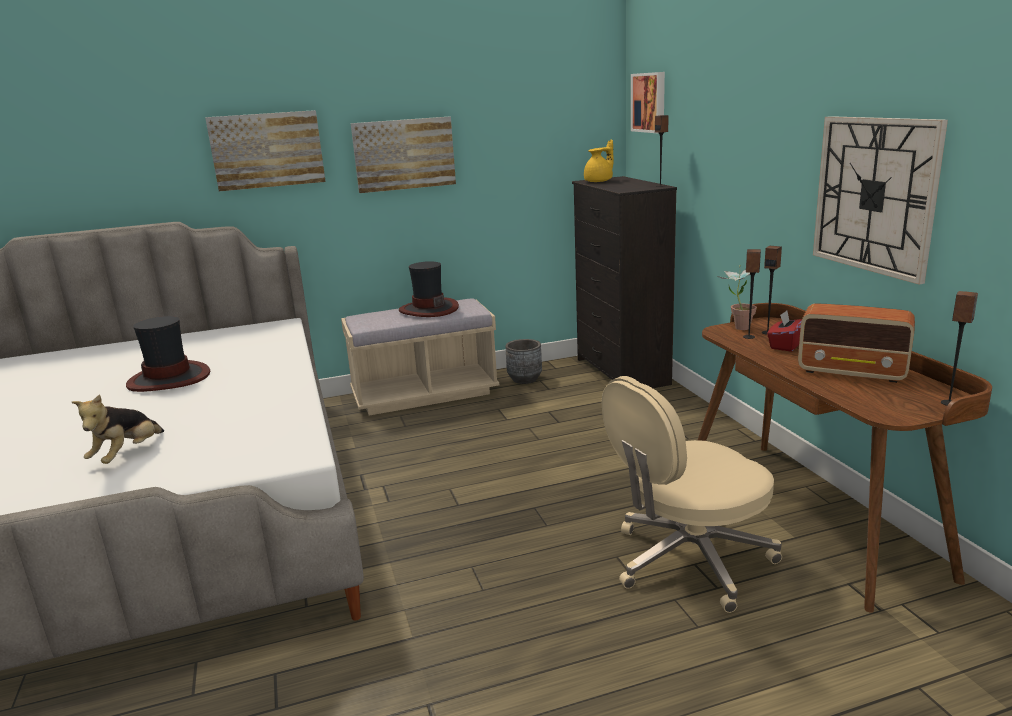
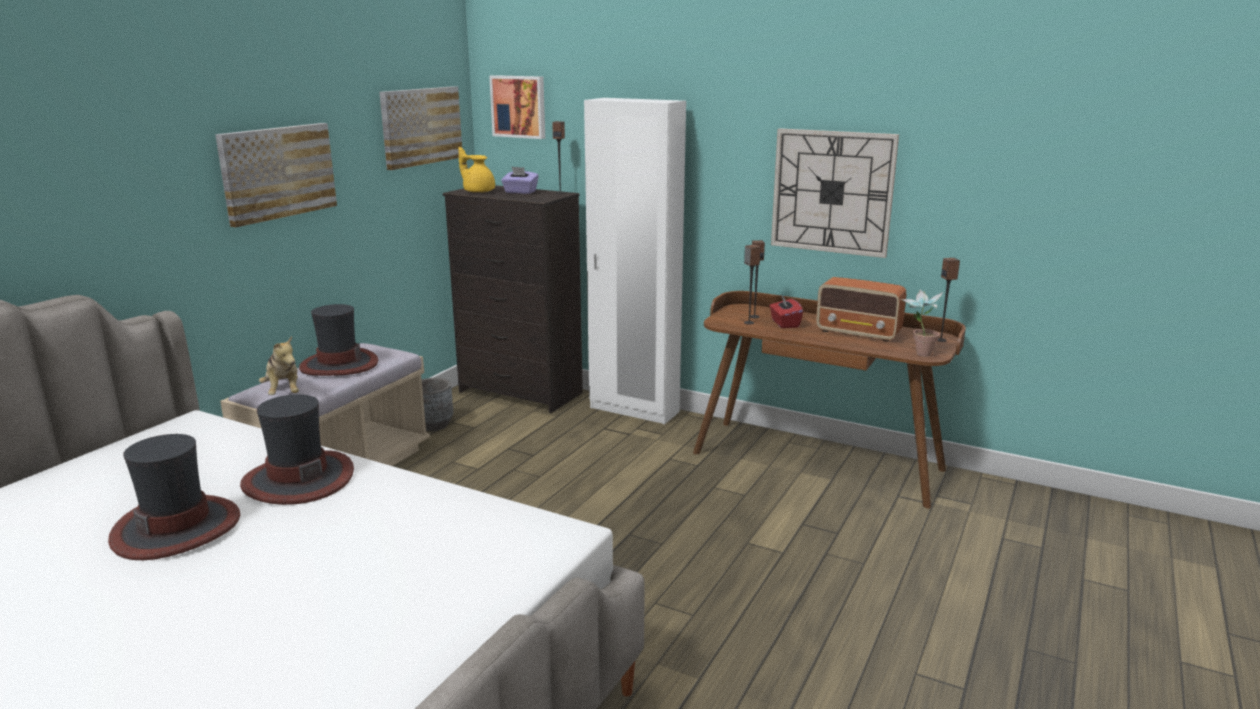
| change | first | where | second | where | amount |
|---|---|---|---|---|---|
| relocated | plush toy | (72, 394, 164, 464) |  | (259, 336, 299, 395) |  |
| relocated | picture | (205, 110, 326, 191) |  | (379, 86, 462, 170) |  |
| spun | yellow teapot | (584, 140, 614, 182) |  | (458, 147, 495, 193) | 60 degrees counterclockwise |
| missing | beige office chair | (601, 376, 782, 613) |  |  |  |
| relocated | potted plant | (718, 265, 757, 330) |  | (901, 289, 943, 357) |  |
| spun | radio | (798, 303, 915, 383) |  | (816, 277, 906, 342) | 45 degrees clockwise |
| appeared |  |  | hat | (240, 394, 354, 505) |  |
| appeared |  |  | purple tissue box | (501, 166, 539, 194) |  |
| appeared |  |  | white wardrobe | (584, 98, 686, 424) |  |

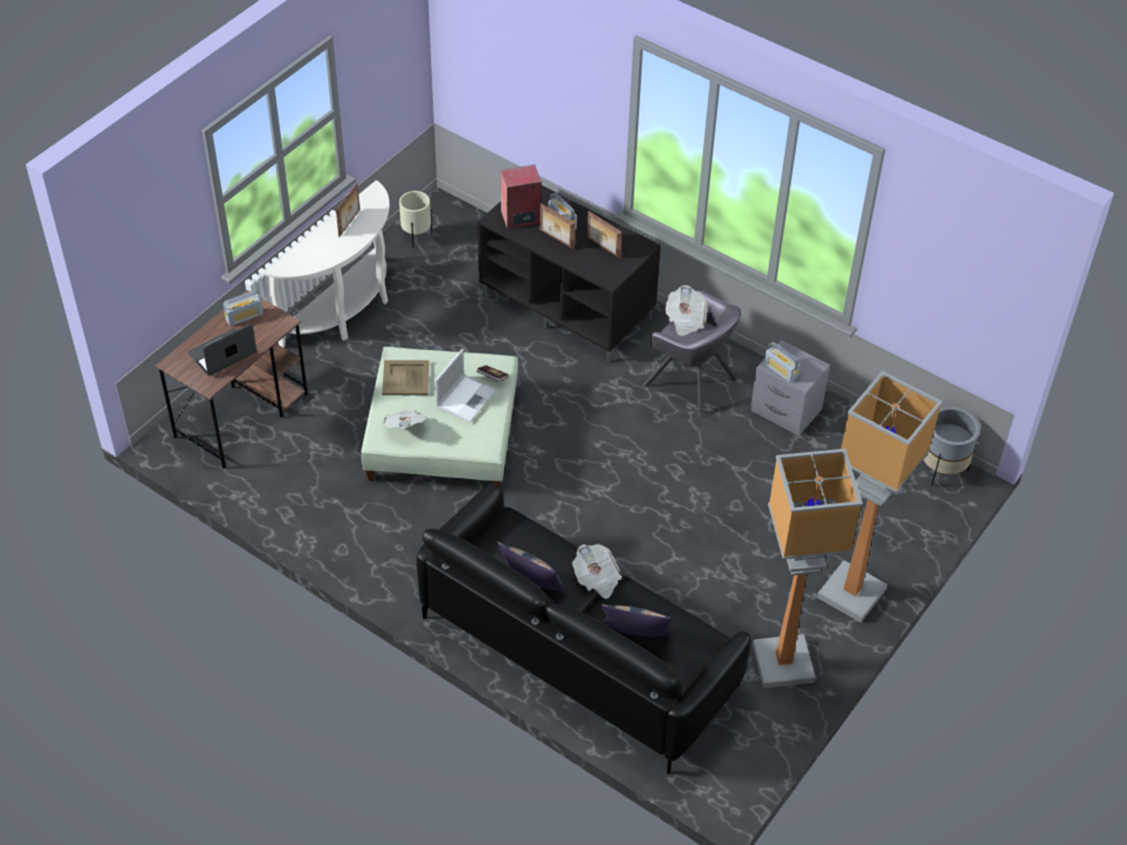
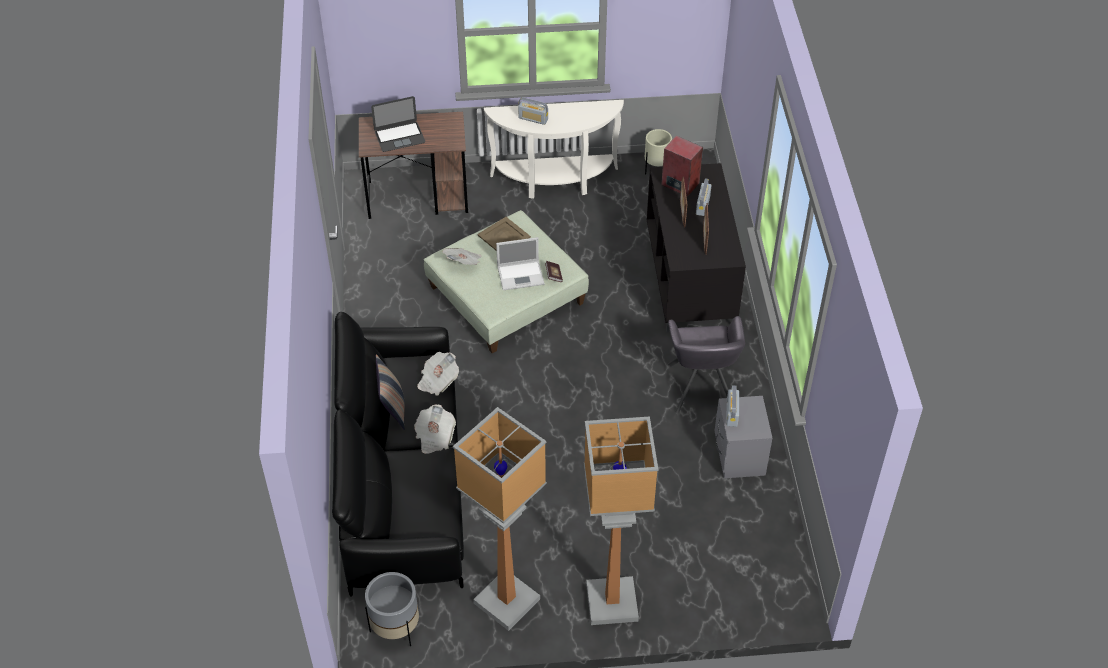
| change | first | where | second | where | amount |
|---|---|---|---|---|---|
| spun | laptop | (188, 323, 257, 376) |  | (371, 96, 425, 152) | 150 degrees clockwise |
| relocated | radio | (224, 291, 263, 326) |  | (518, 97, 548, 125) |  |
| missing | picture frame | (336, 183, 360, 237) |  |  |  |
| missing | pillow | (601, 604, 672, 637) |  |  |  |
| relocated | newspaper | (665, 285, 707, 336) |  | (417, 352, 459, 396) |  |
| relocated | grey planter | (923, 407, 980, 486) |  | (365, 572, 419, 647) |  |

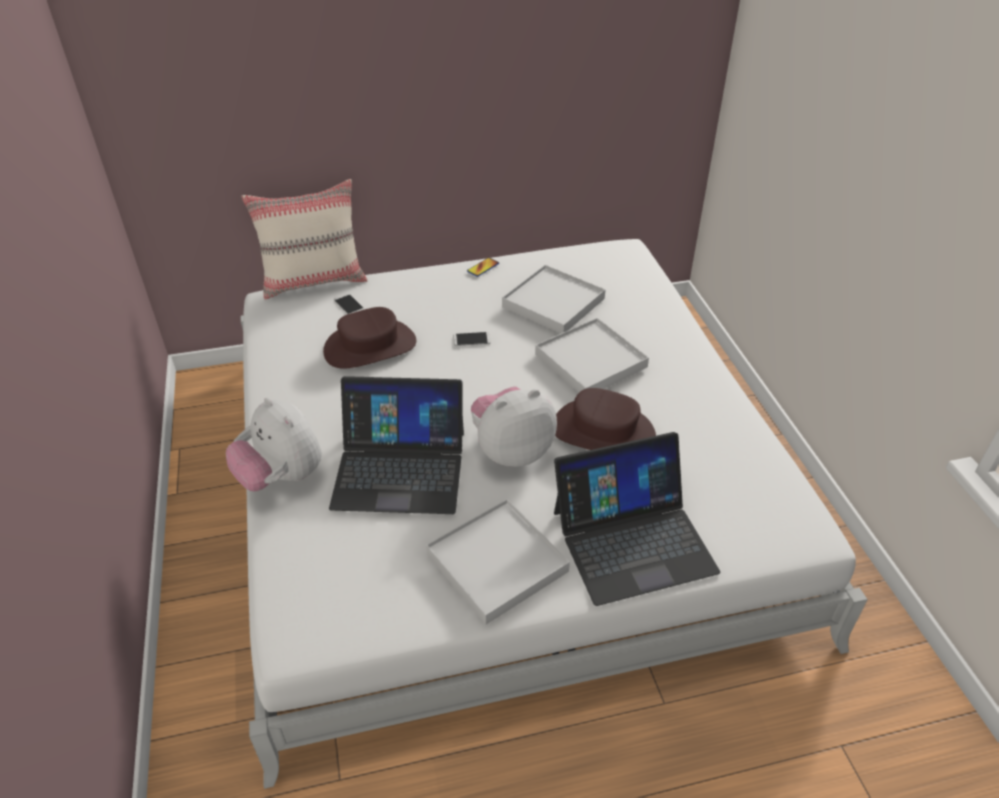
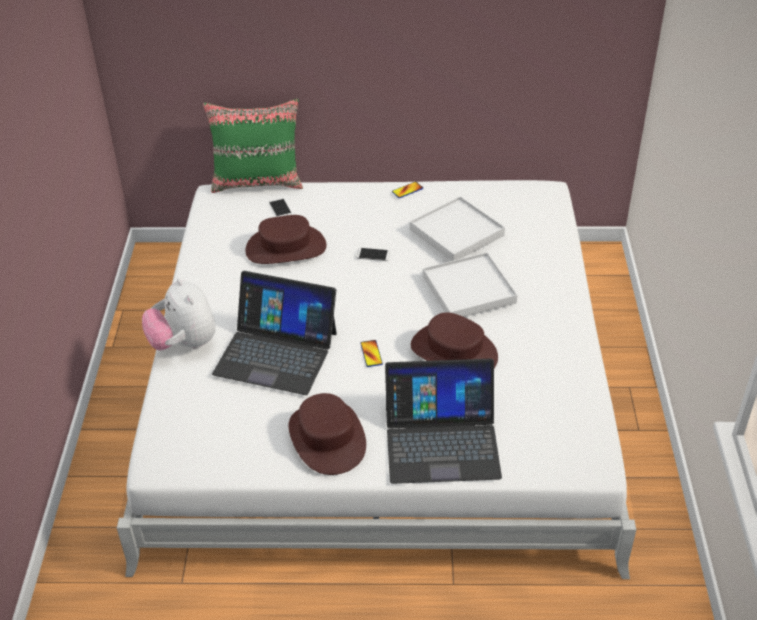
| change | first | where | second | where | amount |
|---|---|---|---|---|---|
| colour | beige pillow | (241, 179, 368, 299) | green pillow | (203, 99, 303, 193) |  |
| exchanged | white tray | (426, 499, 570, 624) | brown hat | (289, 393, 366, 475) |  |
| exchanged | plush toy | (471, 386, 557, 467) | phone | (360, 340, 383, 367) |  |

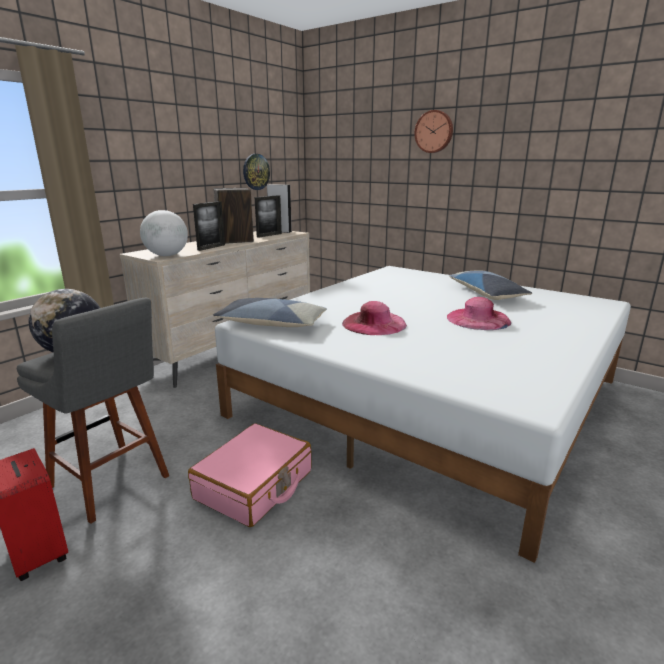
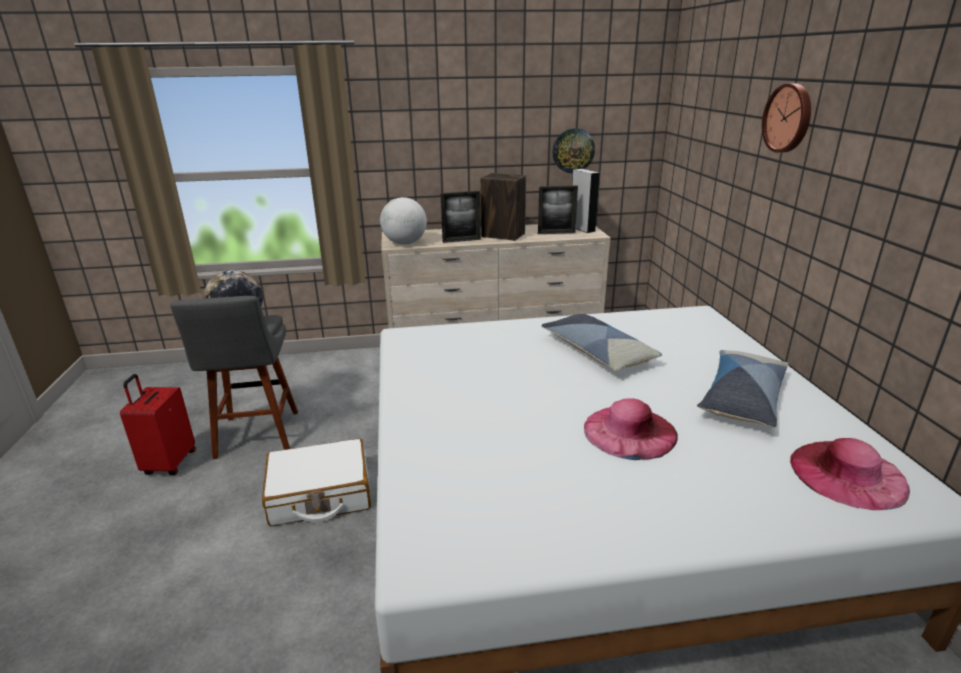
| change | first | where | second | where | amount |
|---|---|---|---|---|---|
| colour | pink suitcase | (188, 423, 312, 527) | white suitcase | (262, 438, 371, 526) |  |
| relocated | pillow | (213, 298, 327, 327) |  | (542, 314, 662, 371) |  |
| relocated | pink hat | (342, 301, 407, 335) |  | (790, 438, 910, 510) |  |

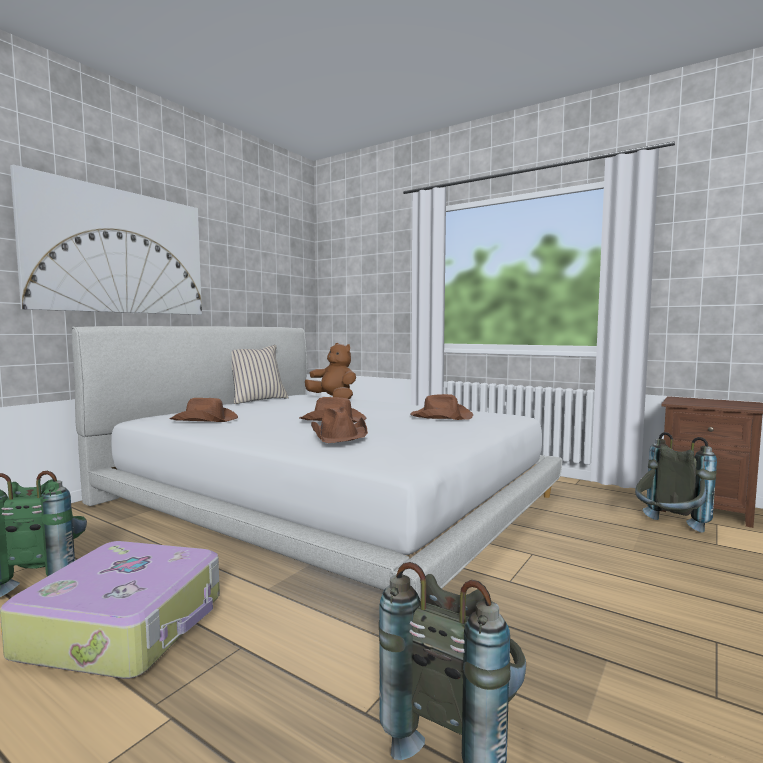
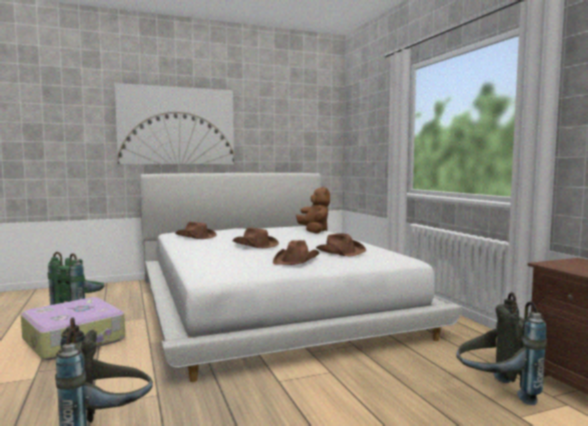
| change | first | where | second | where | amount |
|---|---|---|---|---|---|
| missing | beige pillow | (232, 345, 289, 404) |  |  |  |
| relocated | brown hat | (311, 407, 368, 443) |  | (273, 240, 319, 265) |  |

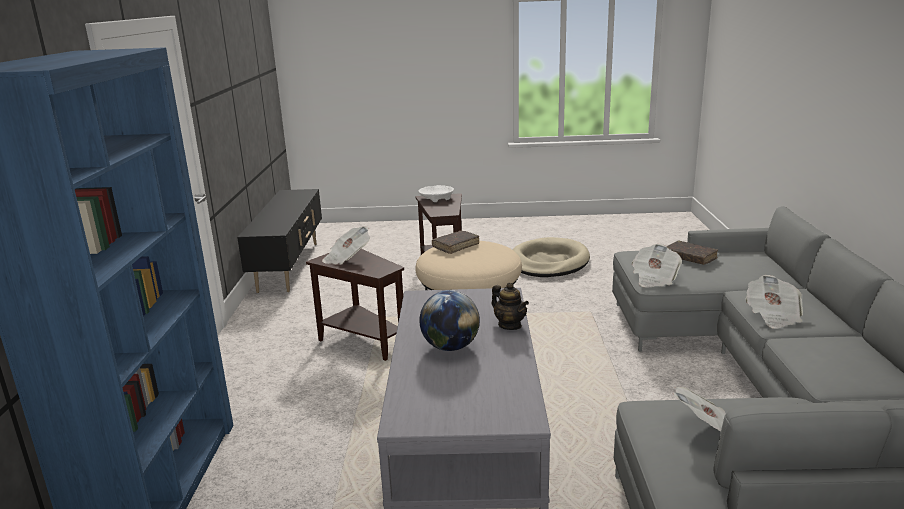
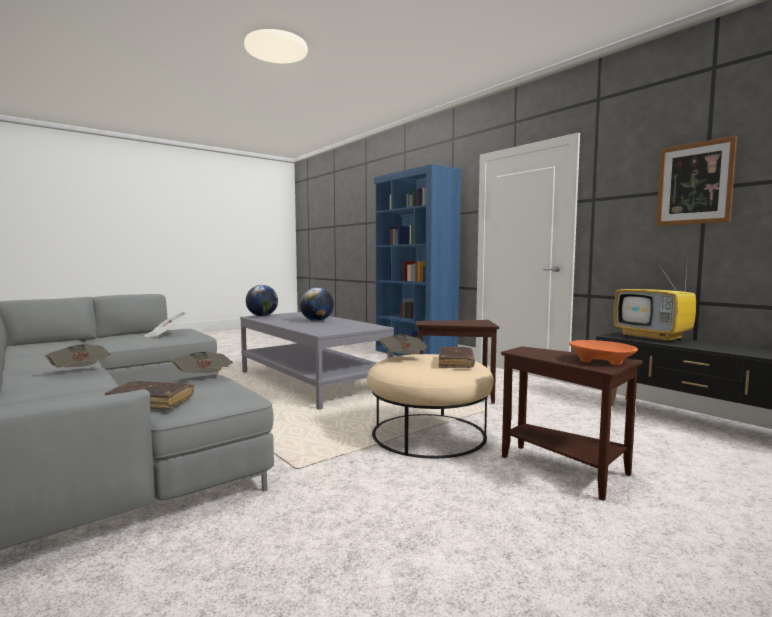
| change | first | where | second | where | amount |
|---|---|---|---|---|---|
| relocated | newspaper | (322, 226, 370, 265) |  | (378, 334, 428, 354) |  |
| colour | white bowl | (419, 185, 454, 202) | orange bowl | (569, 340, 638, 365) |  |
| missing | teapot | (492, 282, 529, 330) |  |  |  |
| missing | beige dog bed | (512, 237, 590, 277) |  |  |  |
| appeared |  |  | globe | (246, 285, 278, 316) |  |
| appeared |  |  | television | (614, 256, 696, 342) |  |
| appeared |  |  | picture | (656, 136, 737, 226) |  |

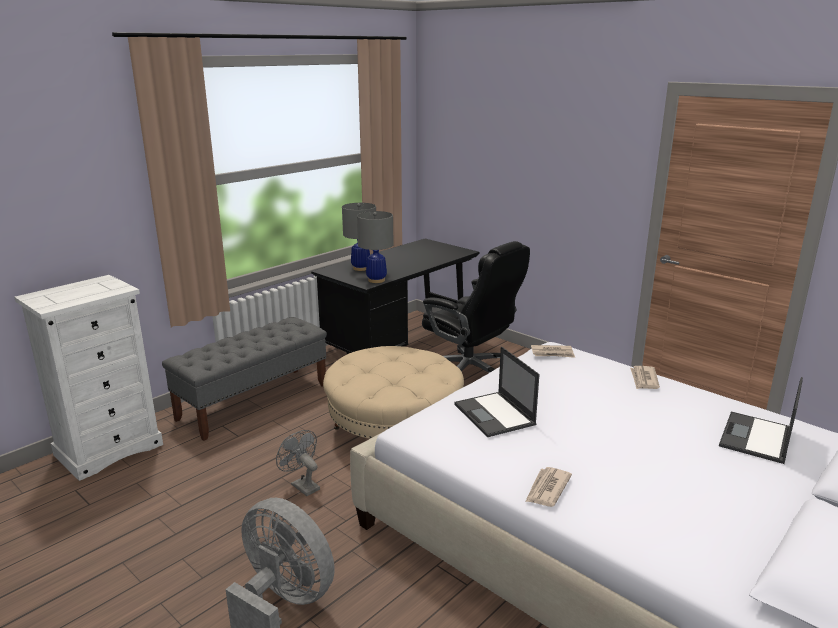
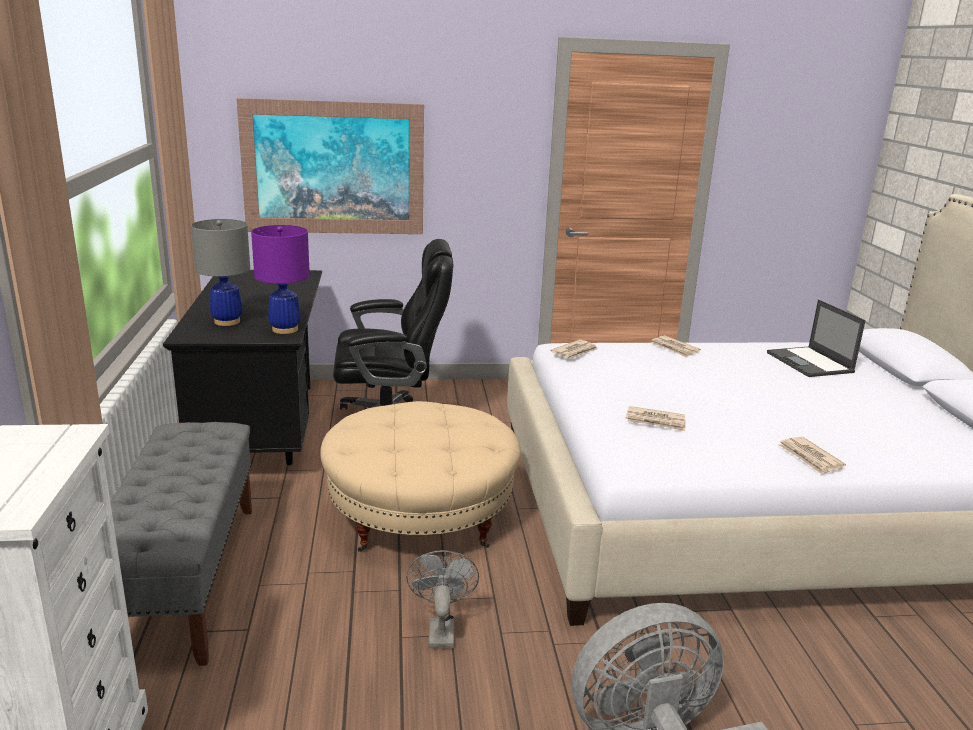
| change | first | where | second | where | amount |
|---|---|---|---|---|---|
| spun | grey fan | (276, 430, 320, 496) |  | (406, 550, 479, 648) | 90 degrees clockwise |
| colour | grey table lamp | (357, 211, 394, 283) | purple table lamp | (251, 225, 310, 334) |  |
| exchanged | laptop | (454, 346, 540, 437) | newspaper | (626, 406, 685, 431) |  |
| appeared |  |  | picture | (237, 98, 424, 234) |  |

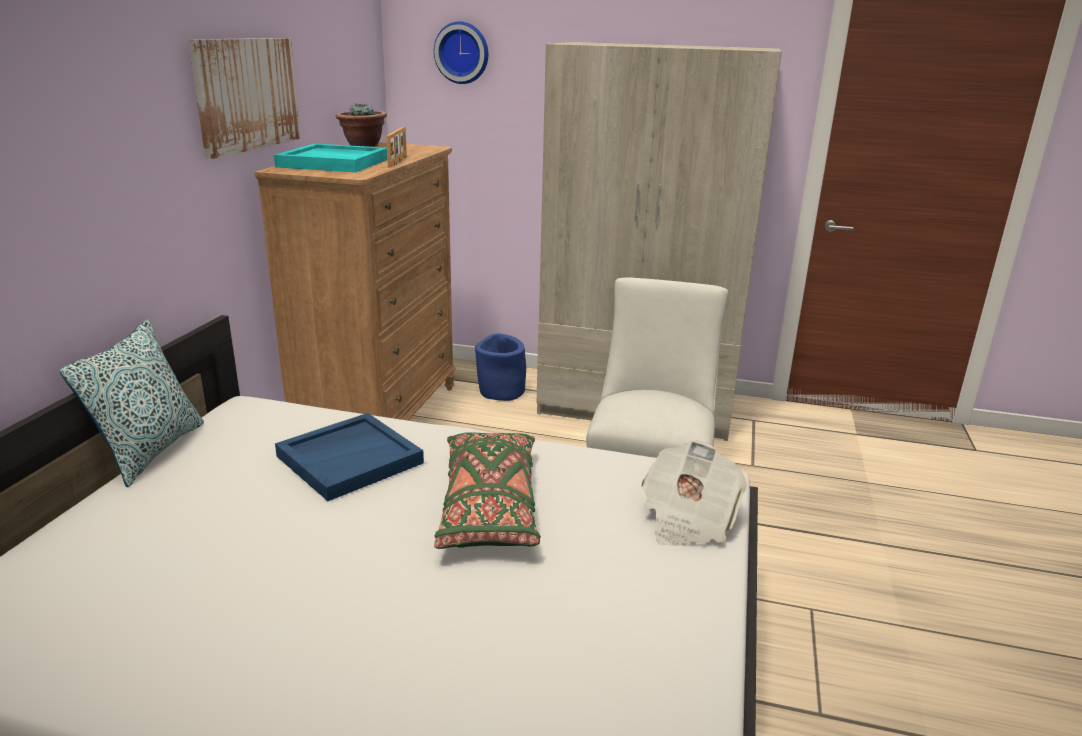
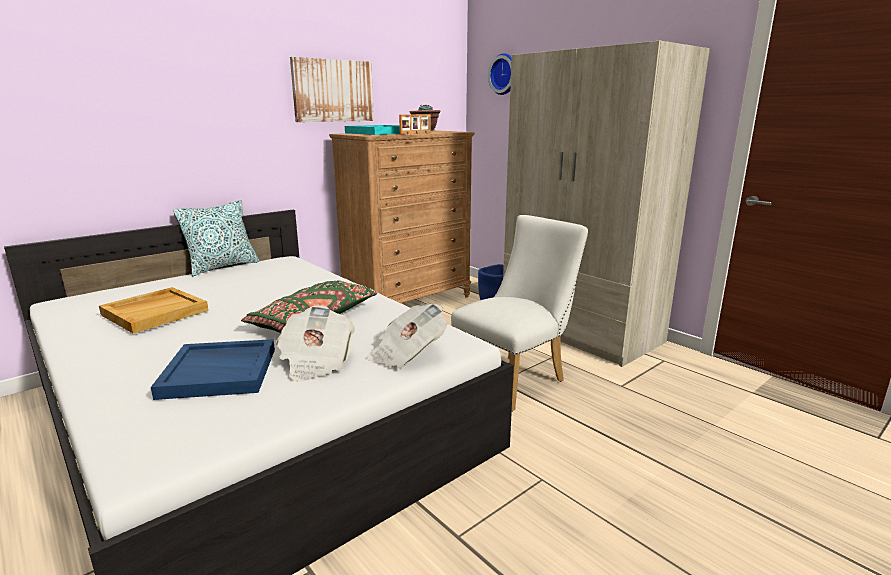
| change | first | where | second | where | amount |
|---|---|---|---|---|---|
| relocated | blue tray | (275, 413, 424, 501) |  | (151, 339, 275, 400) |  |
| appeared |  |  | beige tray | (99, 287, 209, 333) |  |
| appeared |  |  | newspaper | (276, 305, 355, 382) |  |

